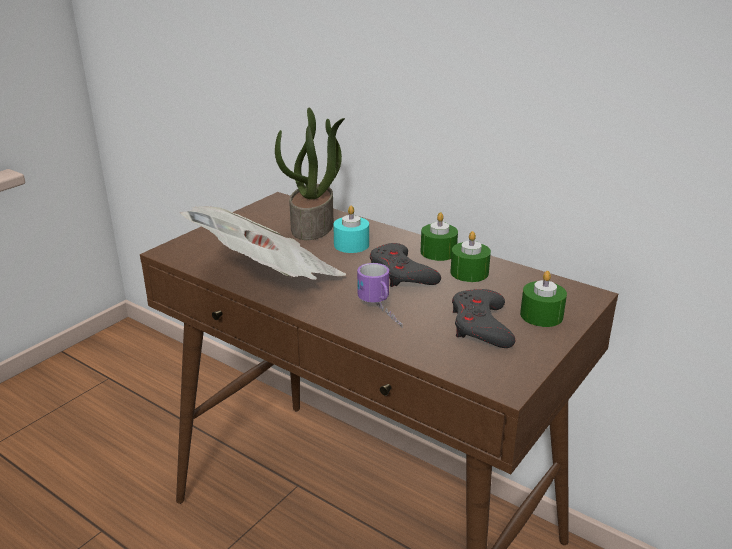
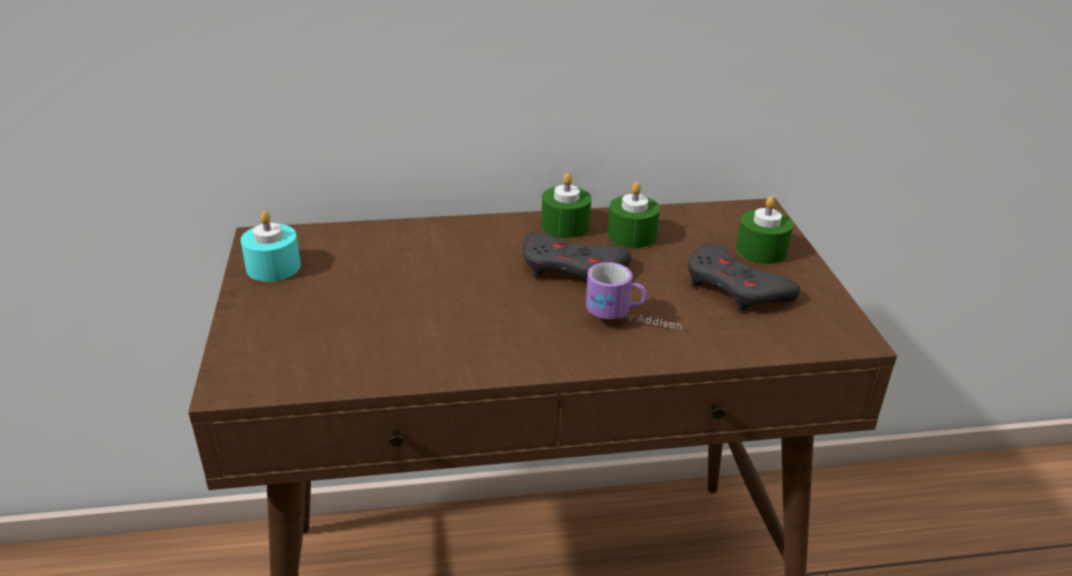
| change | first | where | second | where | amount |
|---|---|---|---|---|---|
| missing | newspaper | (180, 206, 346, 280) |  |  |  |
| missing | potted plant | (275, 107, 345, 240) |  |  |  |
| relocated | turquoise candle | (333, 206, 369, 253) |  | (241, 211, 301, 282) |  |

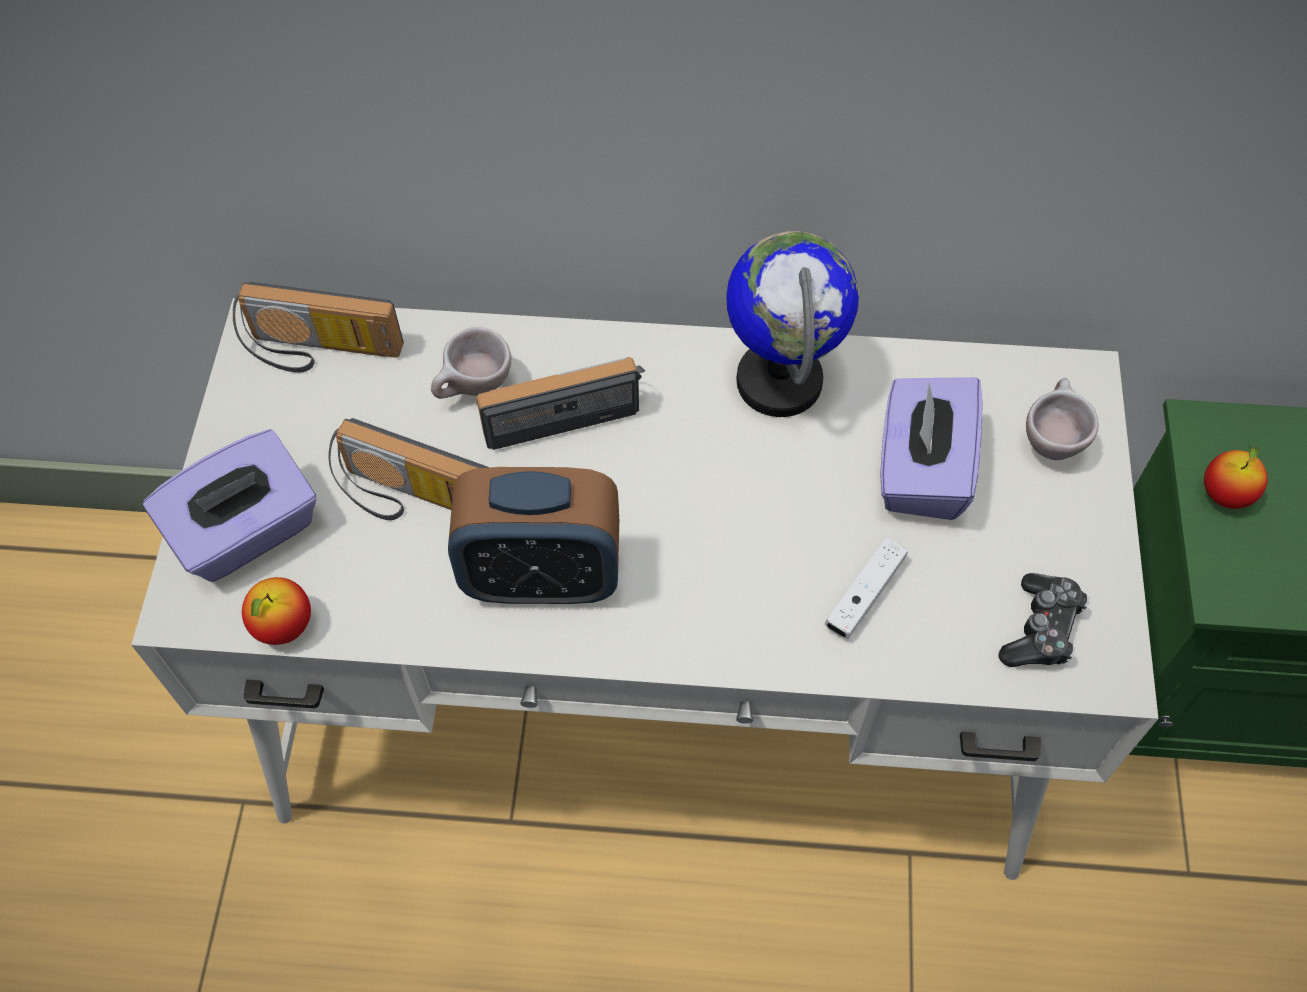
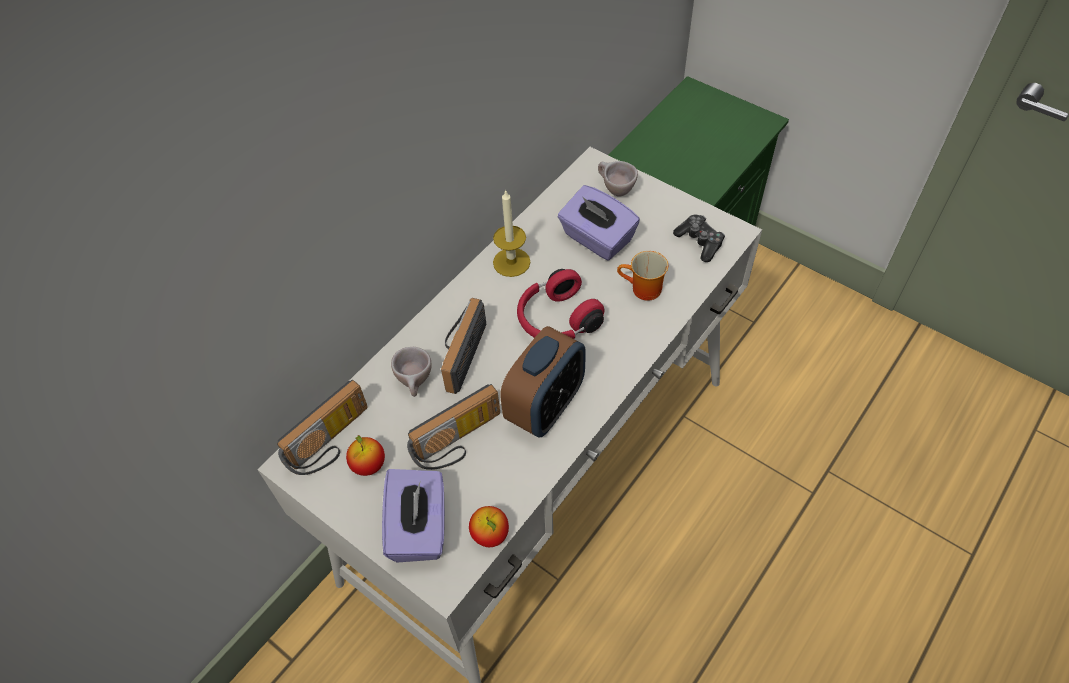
| change | first | where | second | where | amount |
|---|---|---|---|---|---|
| exchanged | globe | (726, 231, 859, 417) | candle | (493, 189, 531, 277) |  |
| exchanged | white game controller | (825, 537, 908, 639) | mug | (617, 251, 668, 301) |  |
| relocated | apple | (1204, 446, 1268, 509) |  | (346, 435, 385, 476) |  |
| appeared |  |  | red headphones | (517, 269, 604, 339) |  |

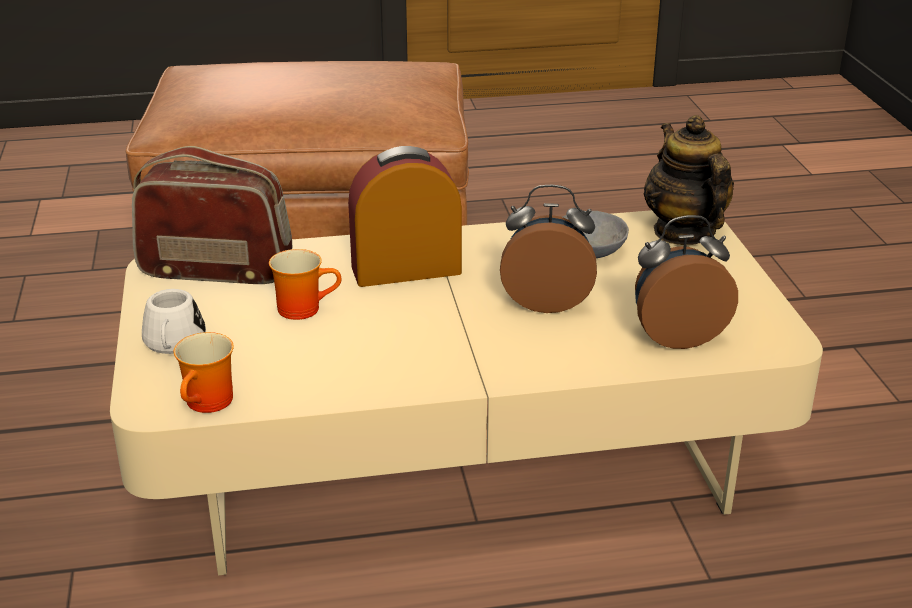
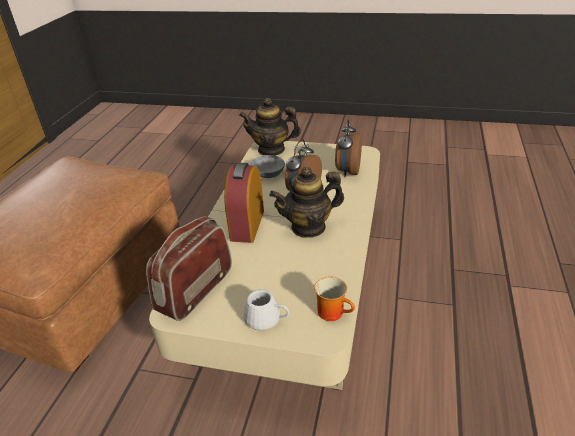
| change | first | where | second | where | amount |
|---|---|---|---|---|---|
| missing | mug | (269, 249, 341, 320) |  |  |  |
| appeared |  |  | teapot | (270, 167, 344, 238) |  |

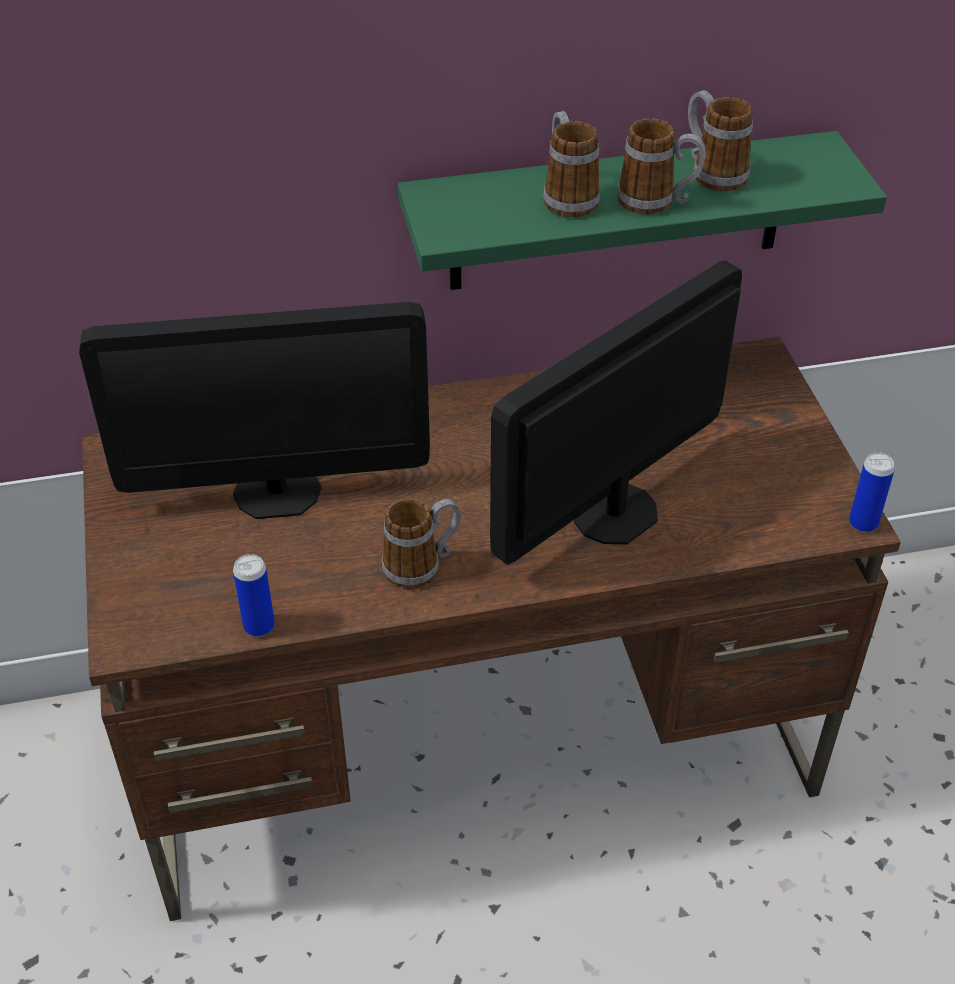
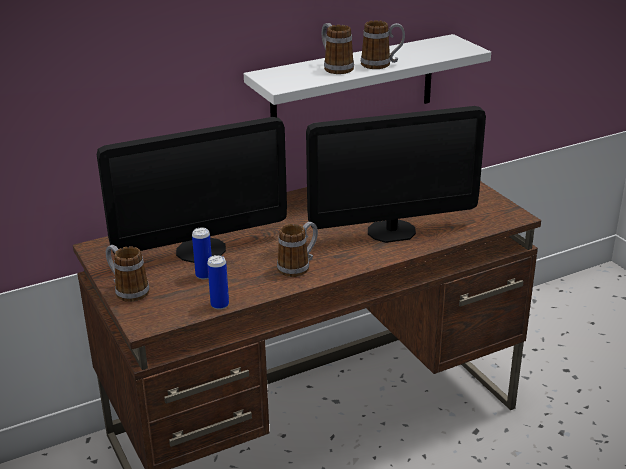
| change | first | where | second | where | amount |
|---|---|---|---|---|---|
| colour | green shelf | (398, 131, 887, 290) | white shelf | (244, 34, 491, 117) |  |
| spun | monitor | (490, 261, 742, 565) |  | (306, 106, 486, 243) | 135 degrees counterclockwise |
| relocated | mug | (688, 90, 753, 192) |  | (106, 245, 149, 302) |  |
| relocated | can | (849, 452, 895, 533) |  | (192, 228, 212, 280) |  |

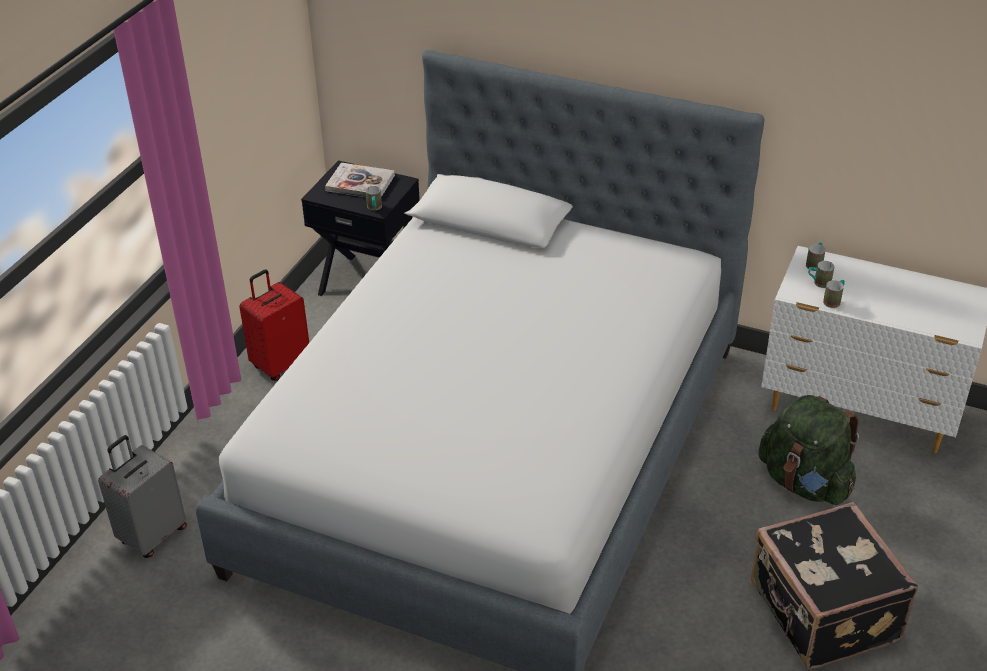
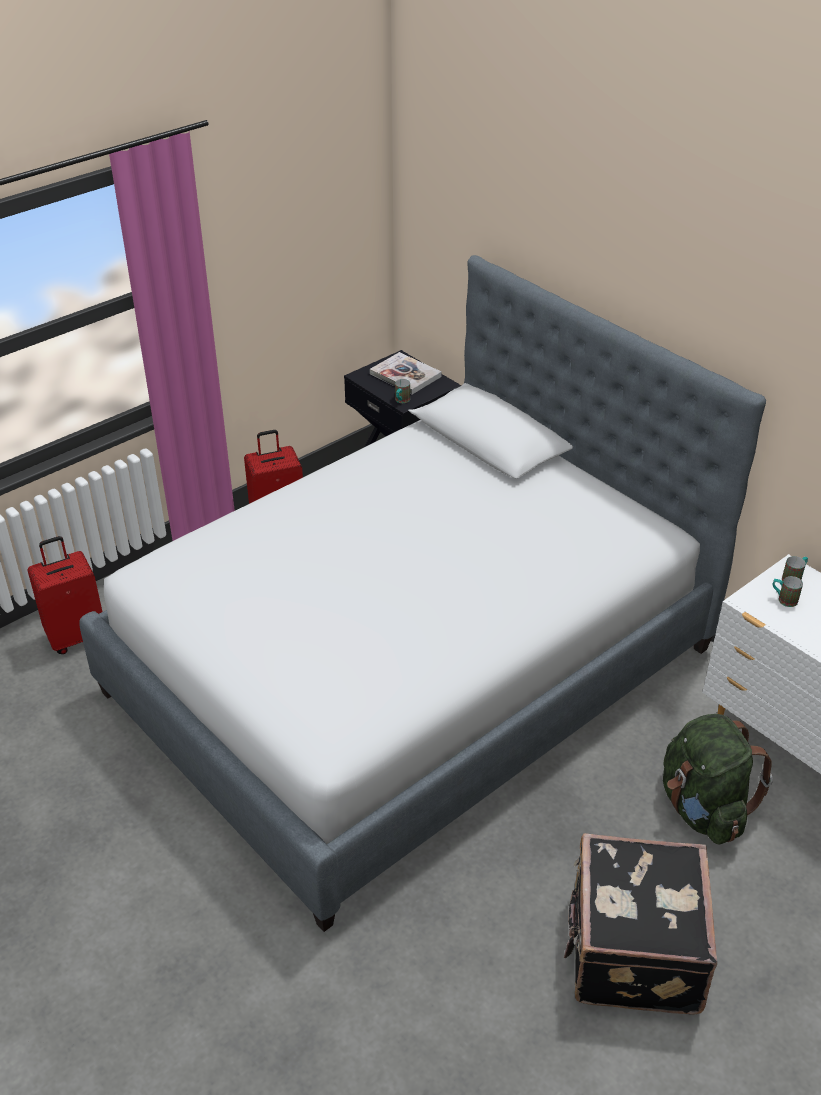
| change | first | where | second | where | amount |
|---|---|---|---|---|---|
| colour | grey suitcase | (98, 435, 187, 558) | red suitcase | (27, 536, 103, 654) |  |
| missing | mug | (823, 280, 845, 308) |  |  |  |

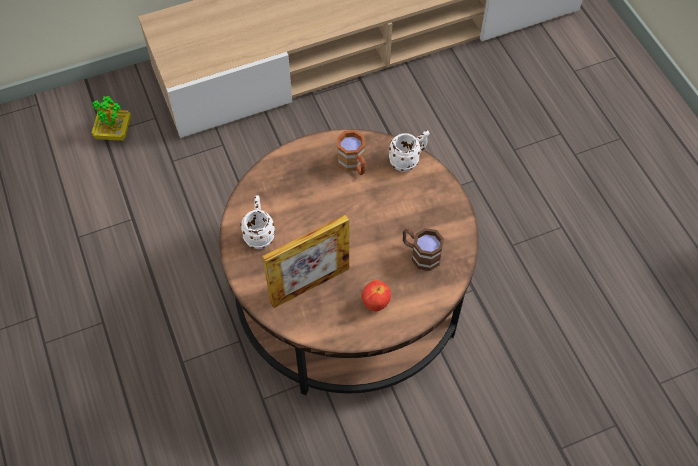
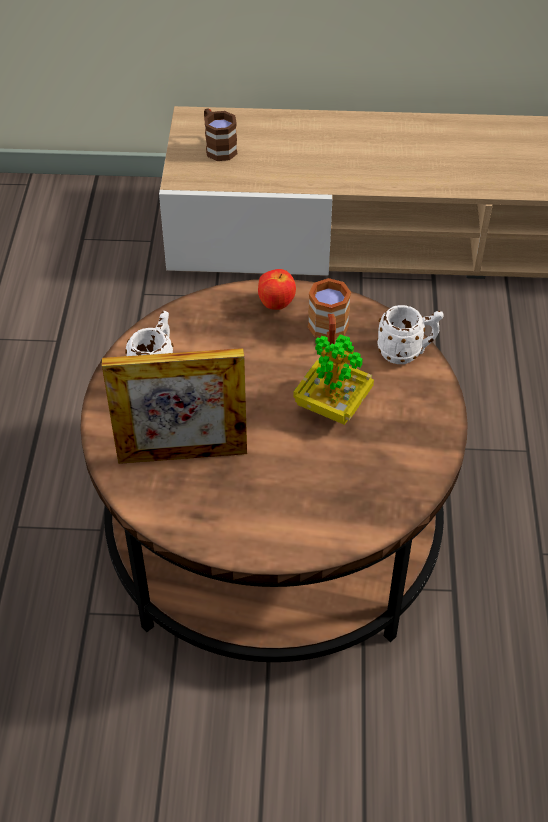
| change | first | where | second | where | amount |
|---|---|---|---|---|---|
| relocated | potted plant | (92, 96, 131, 141) |  | (293, 334, 374, 425) |  |
| relocated | apple | (361, 280, 391, 311) |  | (258, 269, 296, 310) |  |
| relocated | brown mug | (403, 228, 444, 271) |  | (204, 108, 238, 161) |  |

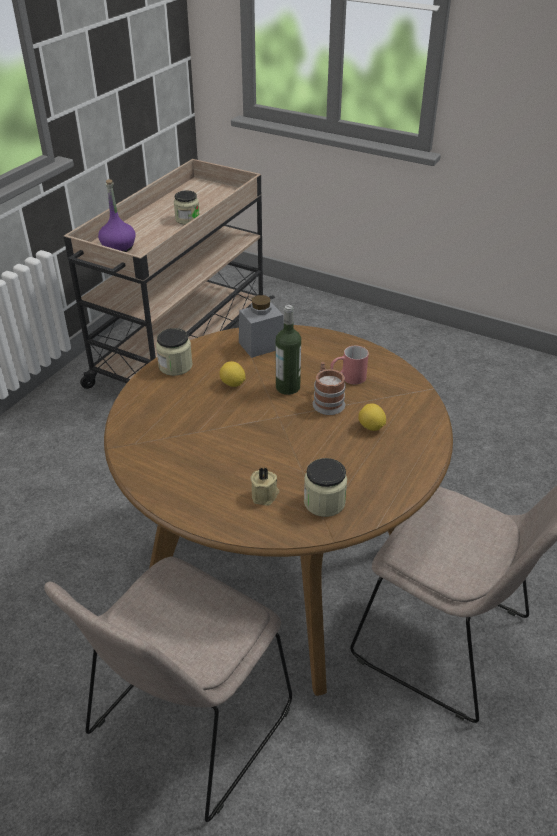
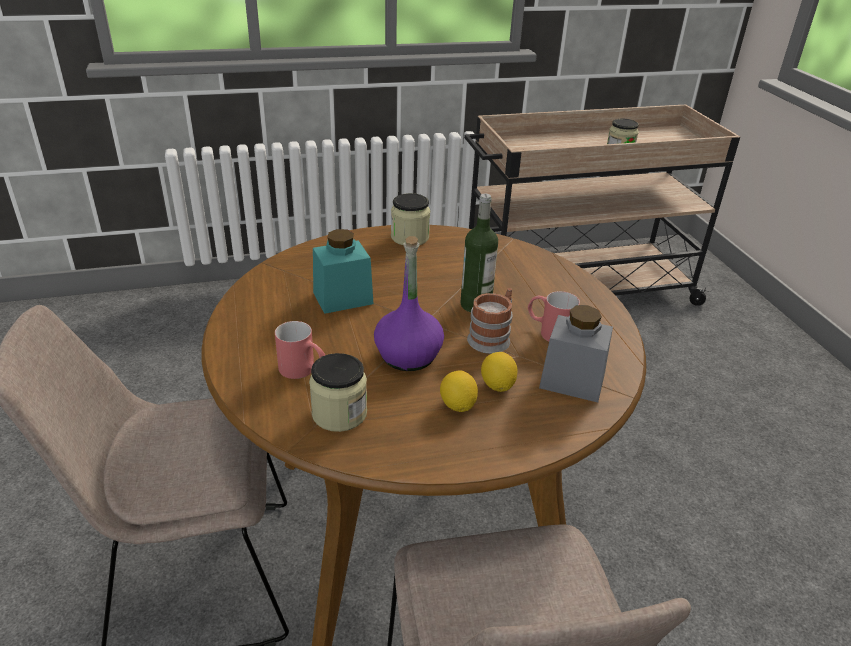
| change | first | where | second | where | amount |
|---|---|---|---|---|---|
| relocated | purple bottle | (98, 179, 135, 252) |  | (374, 236, 444, 371) |  |
| relocated | lemon | (219, 361, 246, 387) |  | (440, 370, 478, 412) |  |
| relocated | grey jar | (239, 295, 284, 358) |  | (539, 305, 613, 403) |  |
| exchanged | beige candle | (251, 467, 279, 506) | red mug | (275, 321, 325, 379) |  |
| appeared |  |  | turquoise jar | (313, 229, 374, 314) |  |

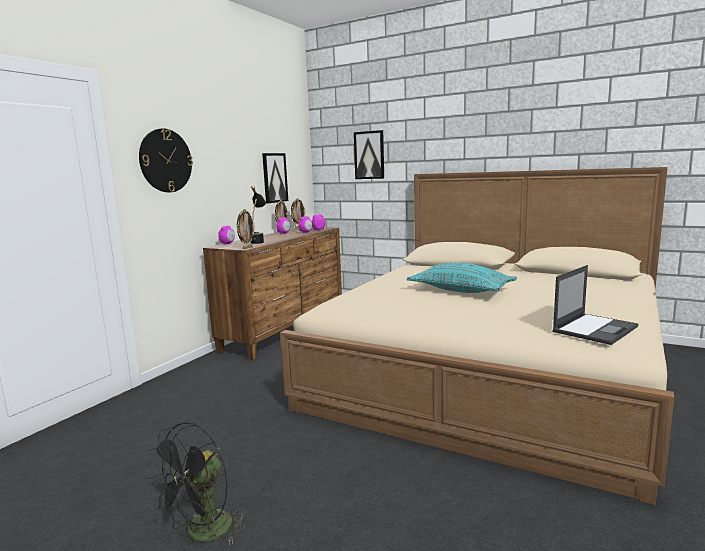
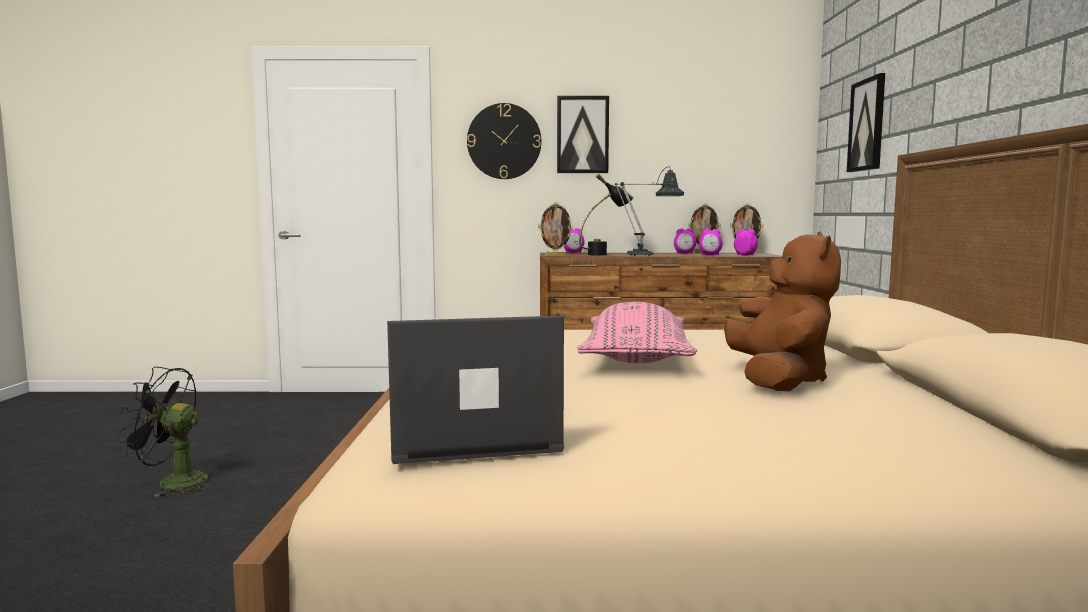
| change | first | where | second | where | amount |
|---|---|---|---|---|---|
| relocated | picture | (262, 153, 288, 203) |  | (557, 96, 609, 173) |  |
| colour | turquoise pillow | (406, 262, 517, 293) | pink pillow | (577, 302, 697, 363) |  |
| spun | laptop | (552, 265, 638, 345) |  | (387, 316, 564, 464) | 150 degrees clockwise |
| appeared |  |  | table lamp | (615, 166, 684, 256) |  |
| appeared |  |  | brown plush toy | (724, 231, 841, 391) |  |

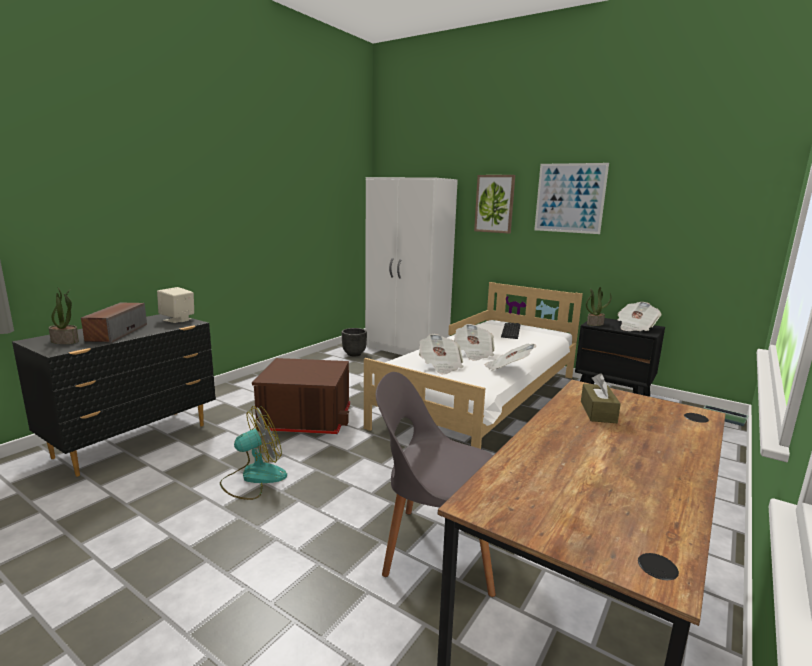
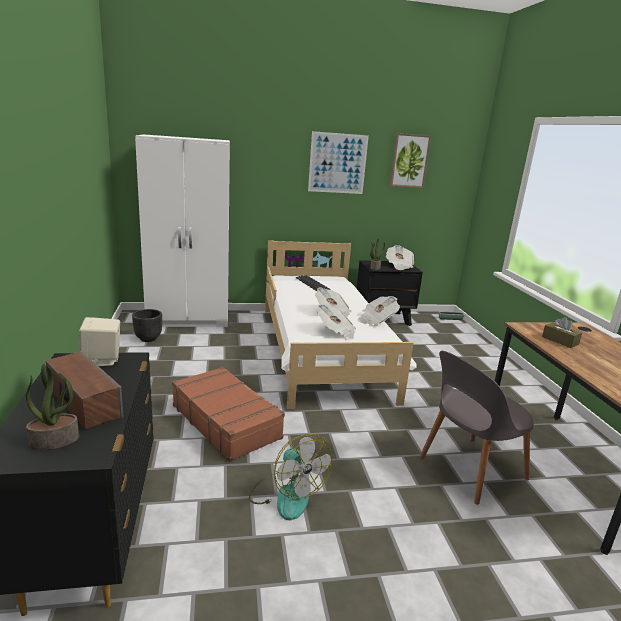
| change | first | where | second | where | amount |
|---|---|---|---|---|---|
| spun | fan | (220, 406, 287, 500) |  | (249, 434, 332, 520) | 135 degrees clockwise |
| exchanged | brown storage box | (252, 358, 350, 434) | brown suitcase | (172, 367, 285, 462) |  |
| relocated | picture | (474, 175, 515, 234) |  | (390, 133, 431, 188) |  |

